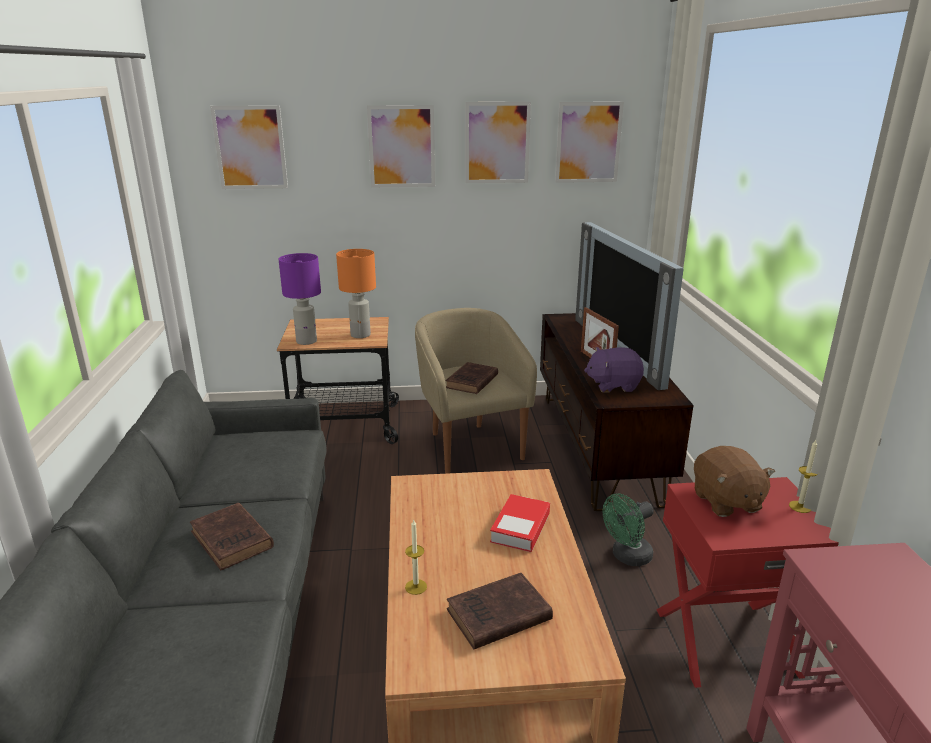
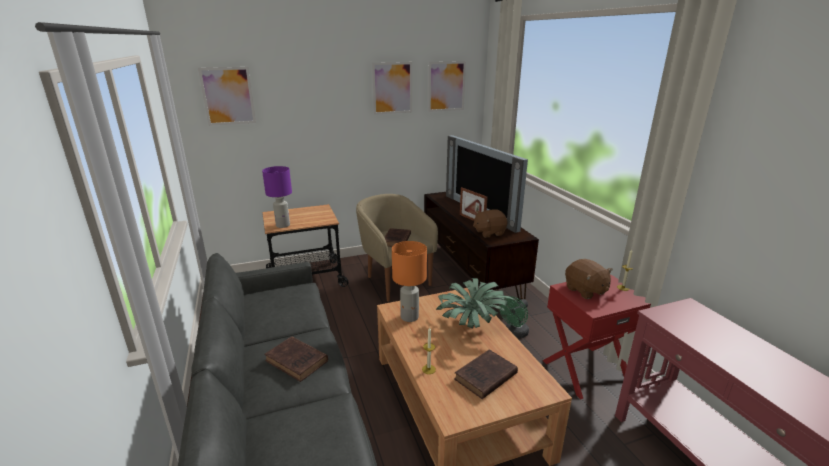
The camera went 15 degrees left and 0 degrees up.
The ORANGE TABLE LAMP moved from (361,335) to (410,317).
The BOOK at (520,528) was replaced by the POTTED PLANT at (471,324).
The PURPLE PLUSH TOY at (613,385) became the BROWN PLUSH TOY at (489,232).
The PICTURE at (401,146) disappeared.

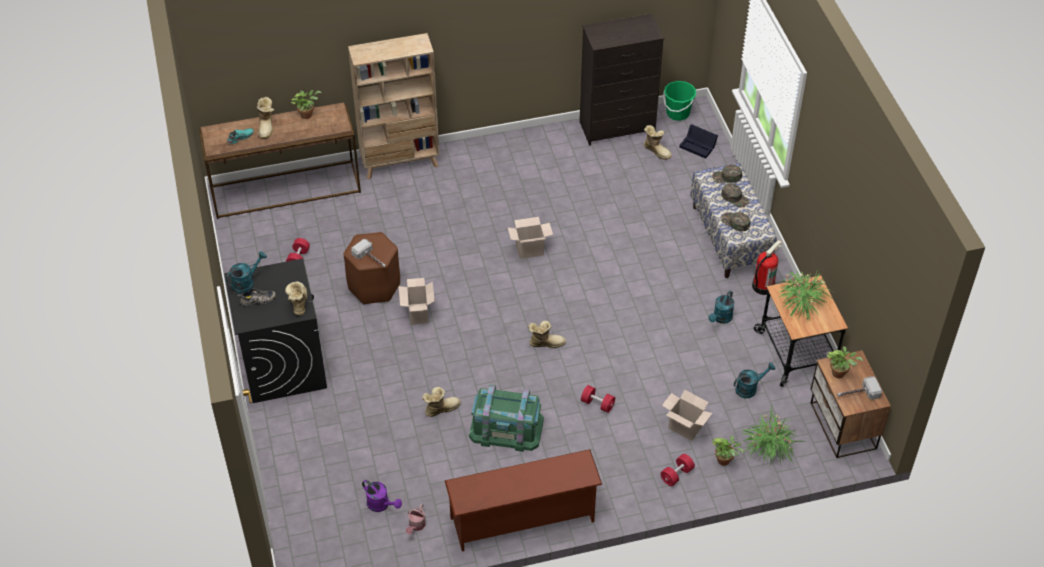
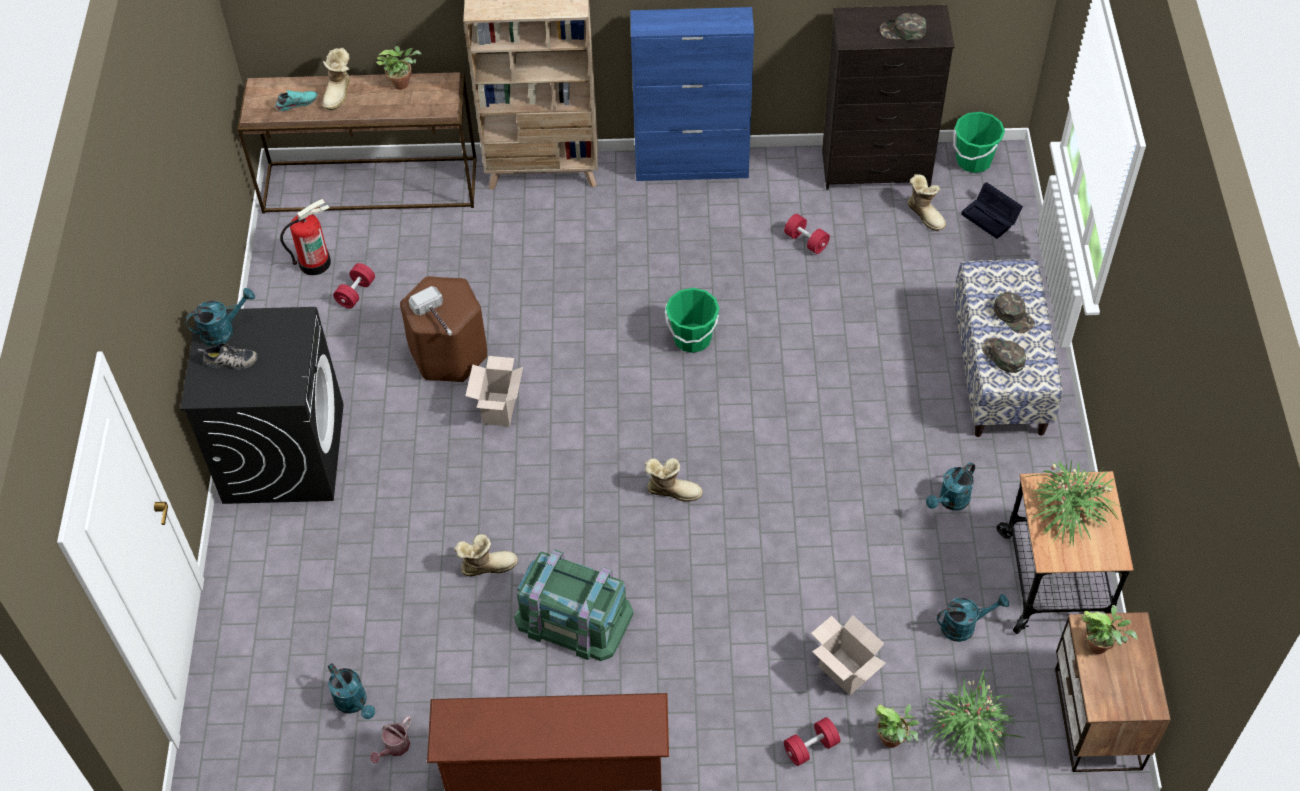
The camera went 15 degrees right and 5 degrees up.
The FIRE EXTINGUISHER moved from (763,286) to (315,262).
The PURPLE WATERING CAN at (381,505) became the TURQUOISE WATERING CAN at (354,703).
The BLUE CABINET at (692,166) appeared.
The CARDBOARD BOX at (530,250) was replaced by the GREEN BUCKET at (692,338).
The RED DUMBBELL moved from (597,404) to (806,241).
The GREEN CAP moved from (727,177) to (902,31).
The BOOT at (298,304) disappeared.
The HAMMER at (857,394) disappeared.

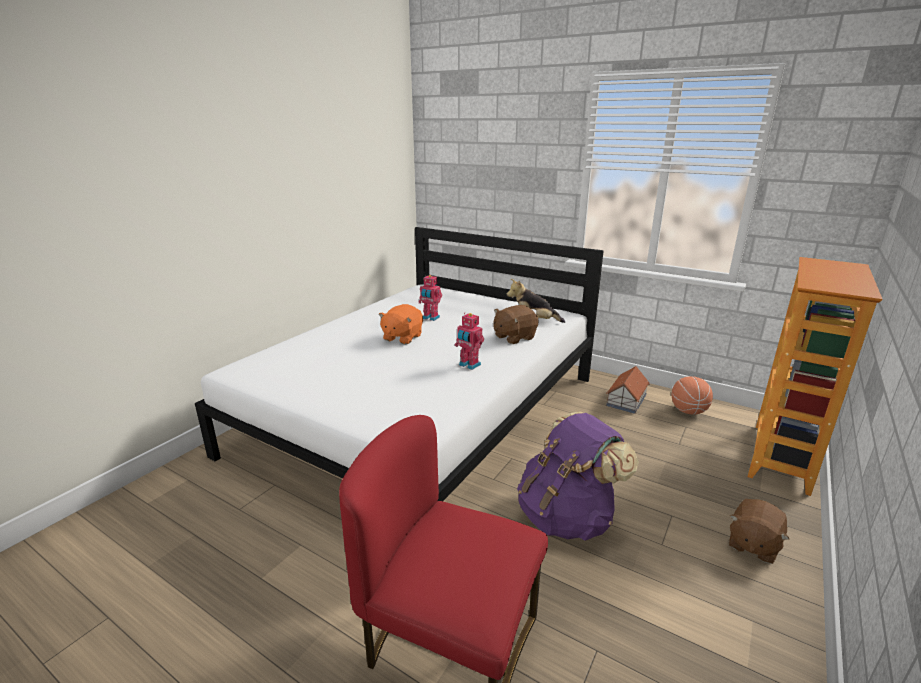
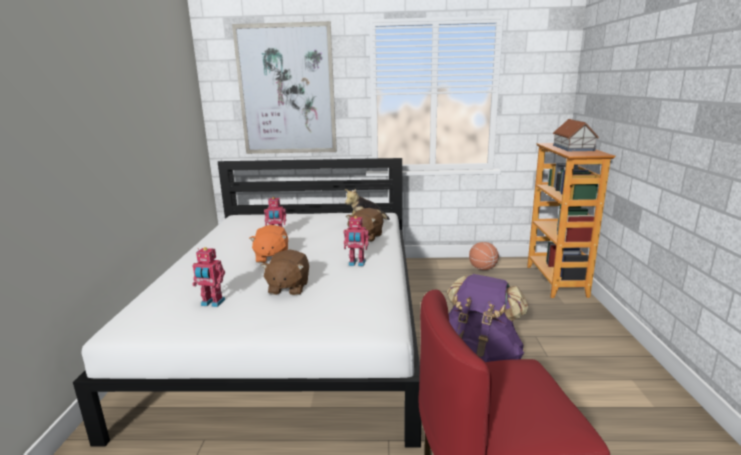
The camera went 30 degrees left and 5 degrees down.
The TOY ROBOT at (212,303) appeared.
The PICTURE at (287,90) appeared.
The BROWN PLUSH TOY moved from (752,544) to (288,288).
The TOY HOUSE moved from (627,400) to (573,148).

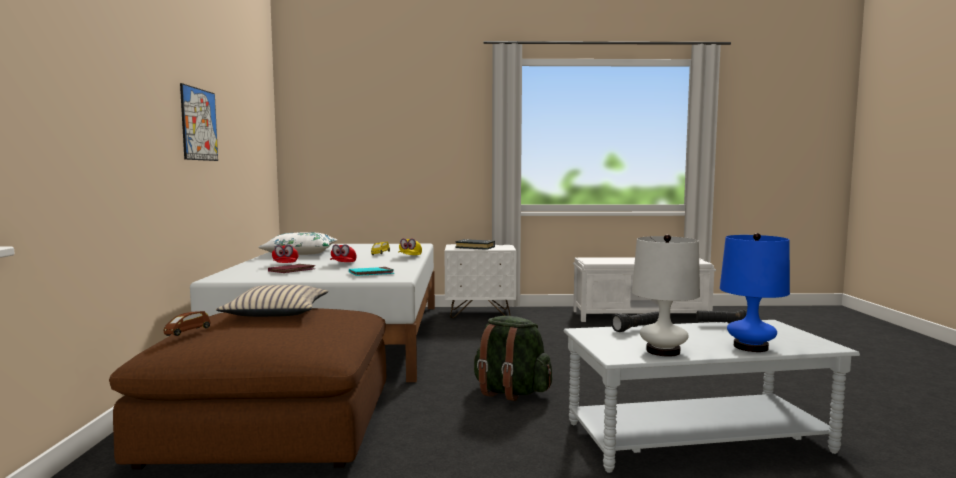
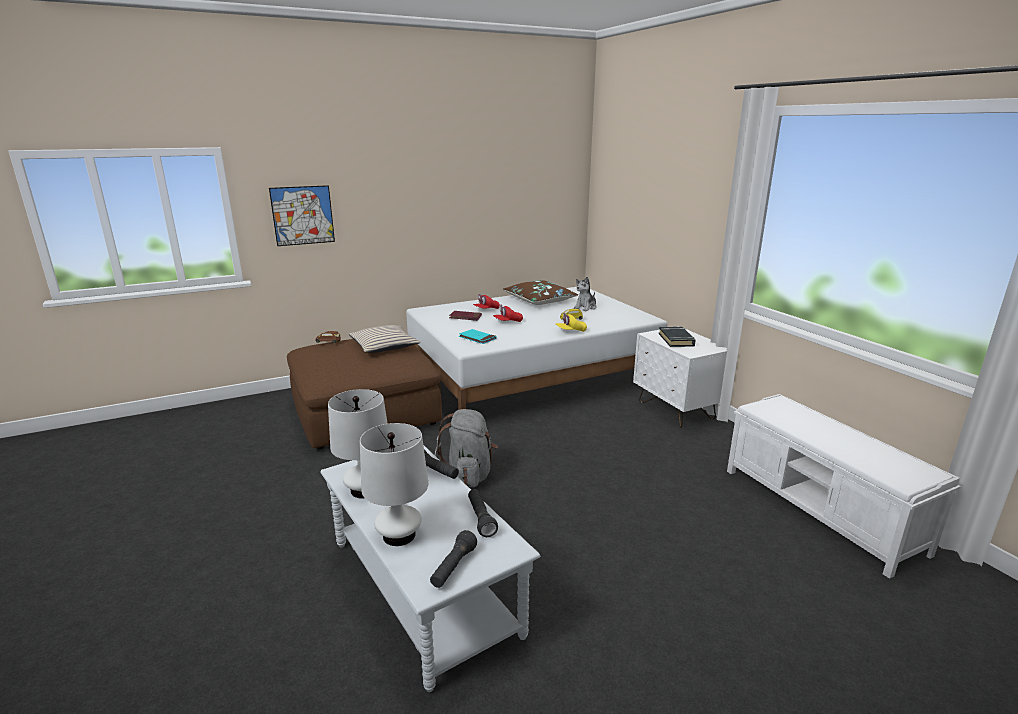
The camera went 65 degrees right and 15 degrees up.
The PICTURE moved from (199,124) to (302,215).
The BLUE TABLE LAMP at (750,347) became the WHITE TABLE LAMP at (399,535).
The BLACK FLASHLIGHT at (453,568) appeared.
The GREEN BACKPACK at (510,392) became the GREY BACKPACK at (468,475).
The WHITE PILLOW at (300,253) became the BROWN PILLOW at (539,300).
The PLUSH TOY at (585,307) appeared.

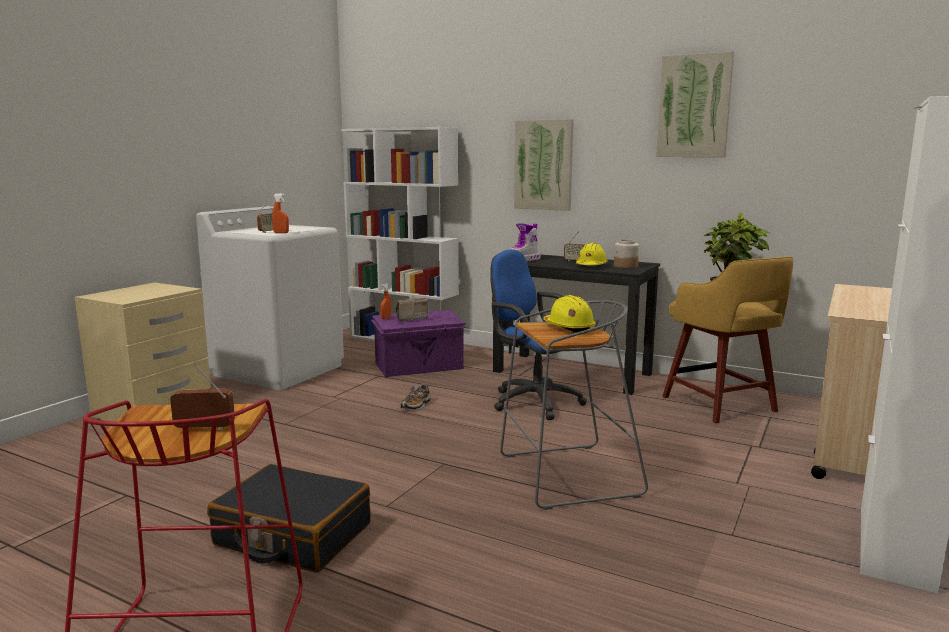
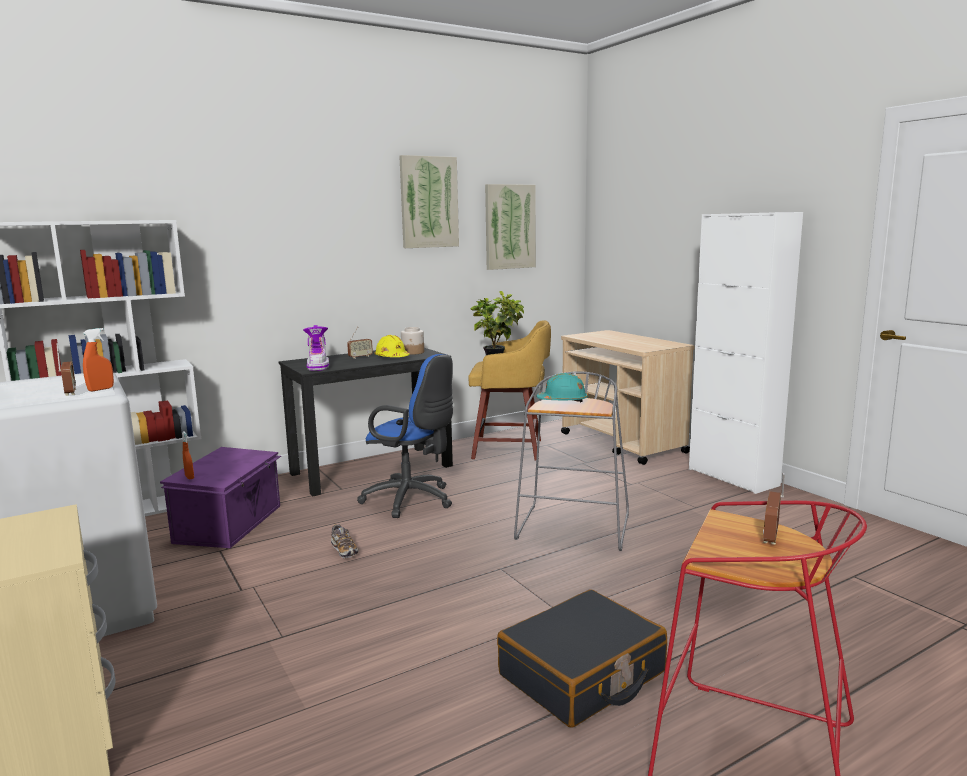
The camera went 60 degrees left and 0 degrees up.
The BLUE OFFICE CHAIR at (532,401) turned 135 degrees counterclockwise.
The PICTURE moved from (543,165) to (509,227).
The YELLOW HARD HAT at (569,327) became the TURQUOISE HARD HAT at (563,401).
The RADIO at (410,319) disappeared.

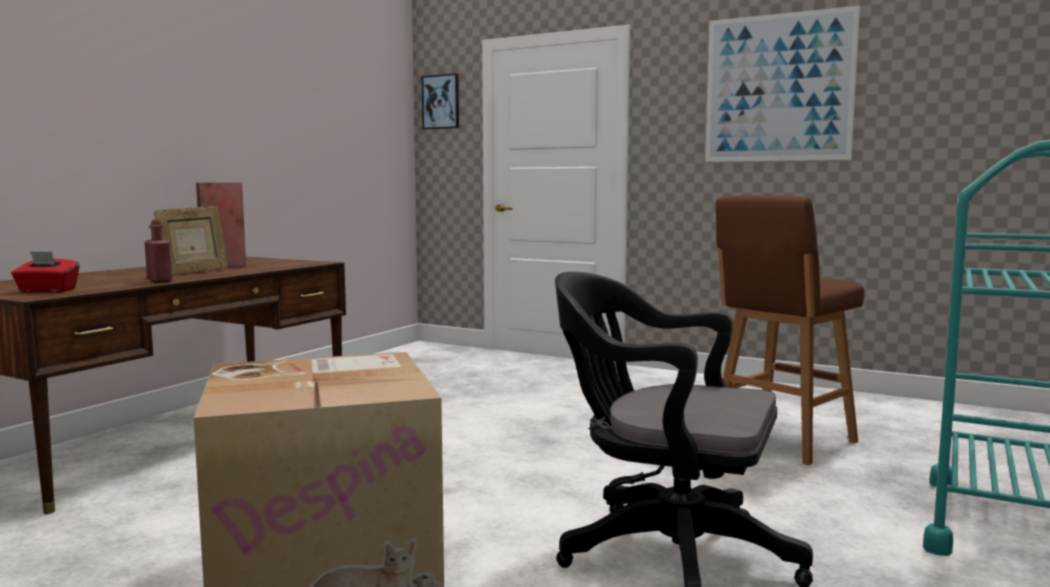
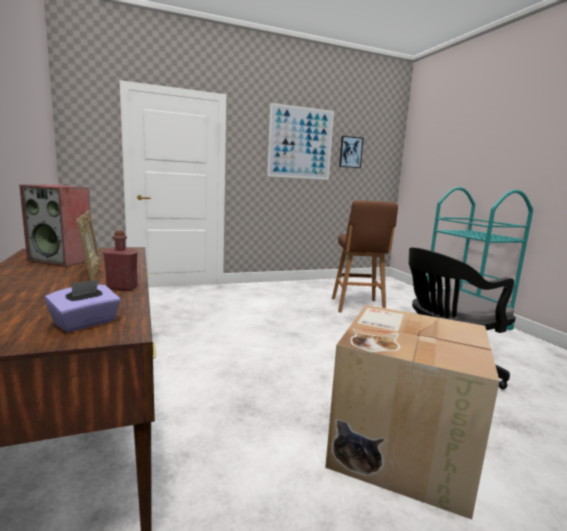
The camera went 50 degrees left and 5 degrees up.
The RED TISSUE BOX at (47,291) became the PURPLE TISSUE BOX at (86,323).
The PICTURE moved from (441,102) to (350,152).

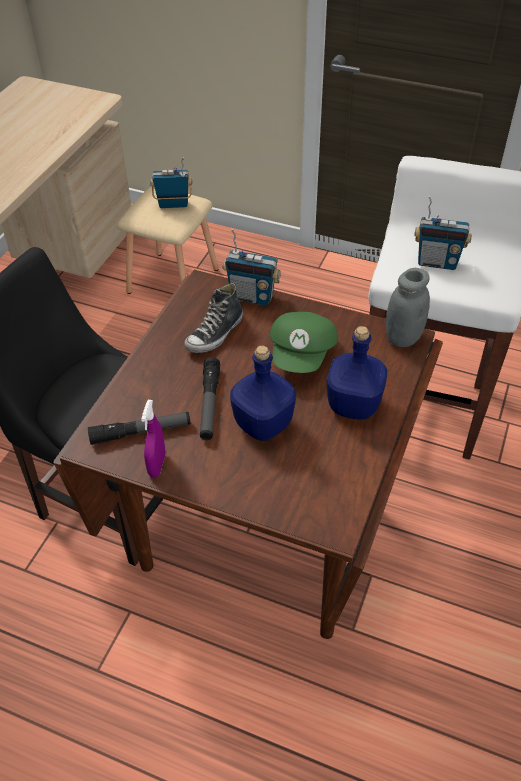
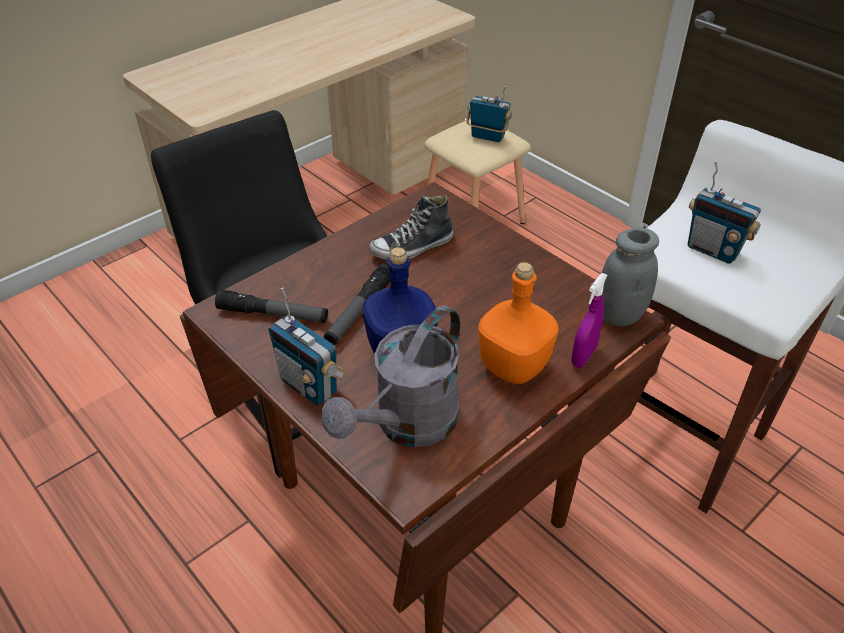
The camera went 25 degrees right and 5 degrees down.
The RADIO moved from (252,297) to (309,385).
The GREY WATERING CAN at (407,426) appeared.
The BLUE BOTTLE at (353,404) became the ORANGE BOTTLE at (514,365).
The PURPLE SPRAY BOTTLE moved from (157,465) to (583,356).
The GREEN CAP at (303,354) disappeared.

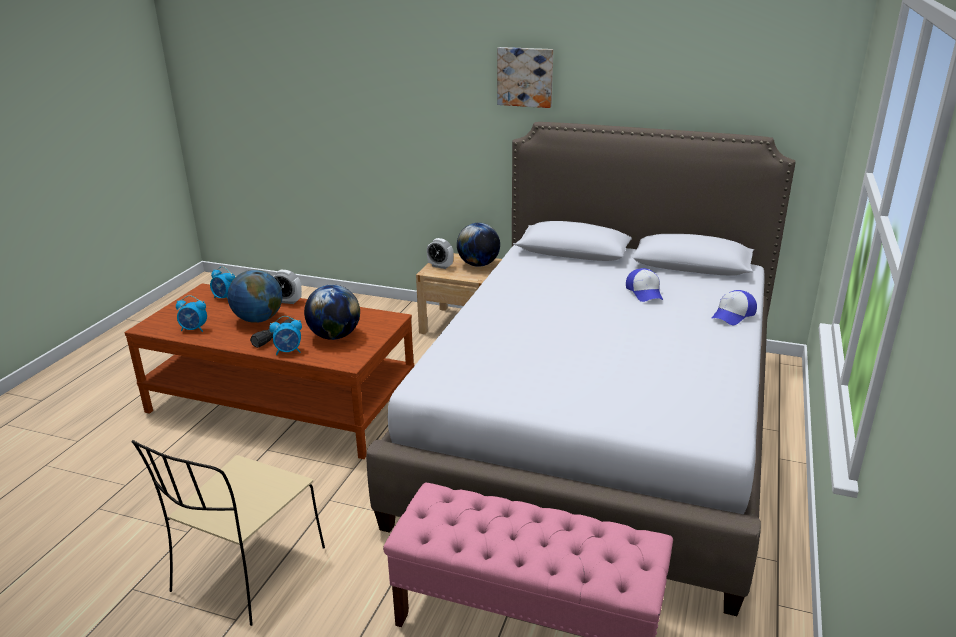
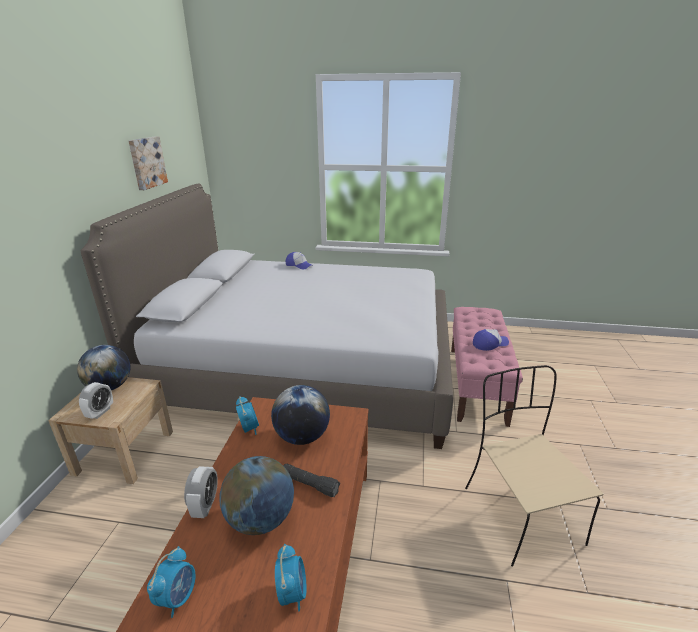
The camera went 100 degrees left and 0 degrees up.
The PICTURE moved from (525,77) to (146,162).
The ALARM CLOCK moved from (289,351) to (249,428).
The BEIGE CHAIR at (247,572) turned 120 degrees counterclockwise.
The CAP moved from (645,292) to (489,344).

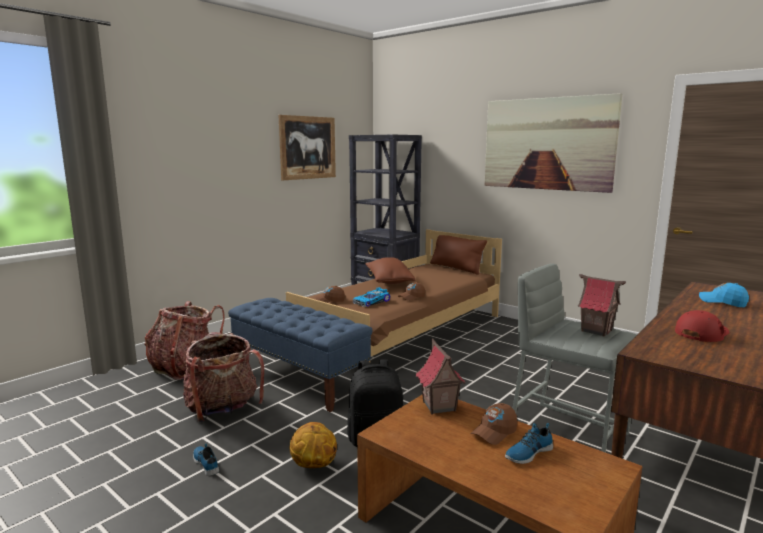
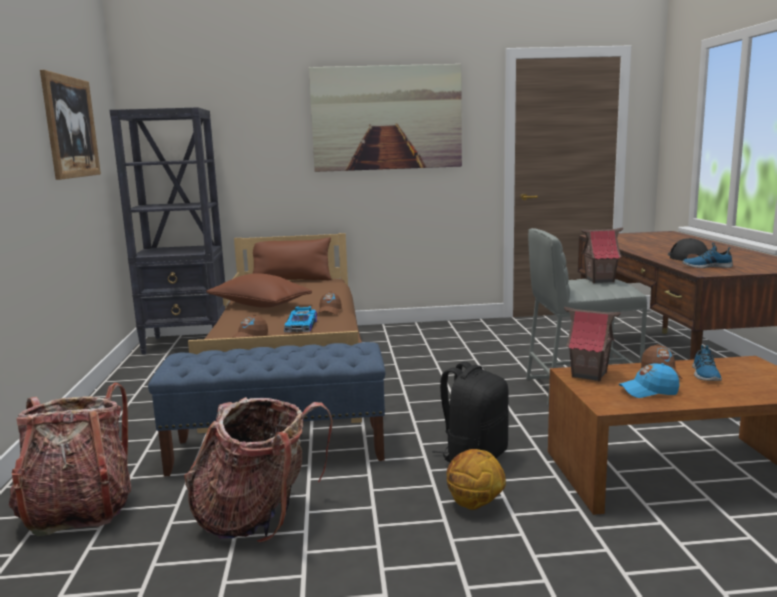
The camera went 45 degrees left and 0 degrees up.
The BLUE CAP moved from (722,302) to (648,391).
The RED CAP at (702,332) became the BLACK CAP at (686,257).
The SHOE moved from (207,463) to (706,266).

